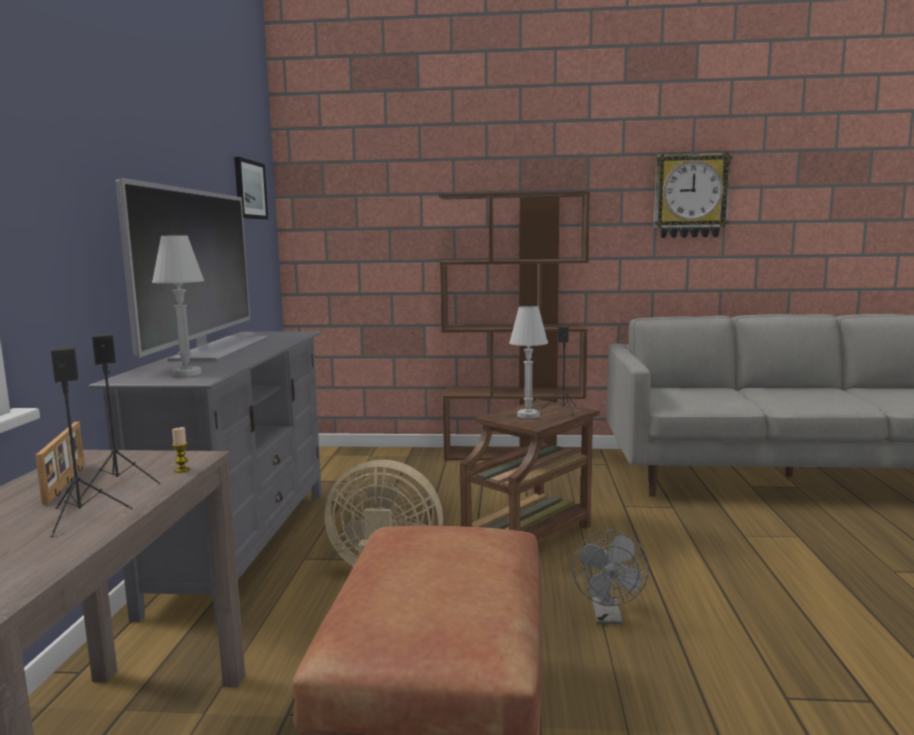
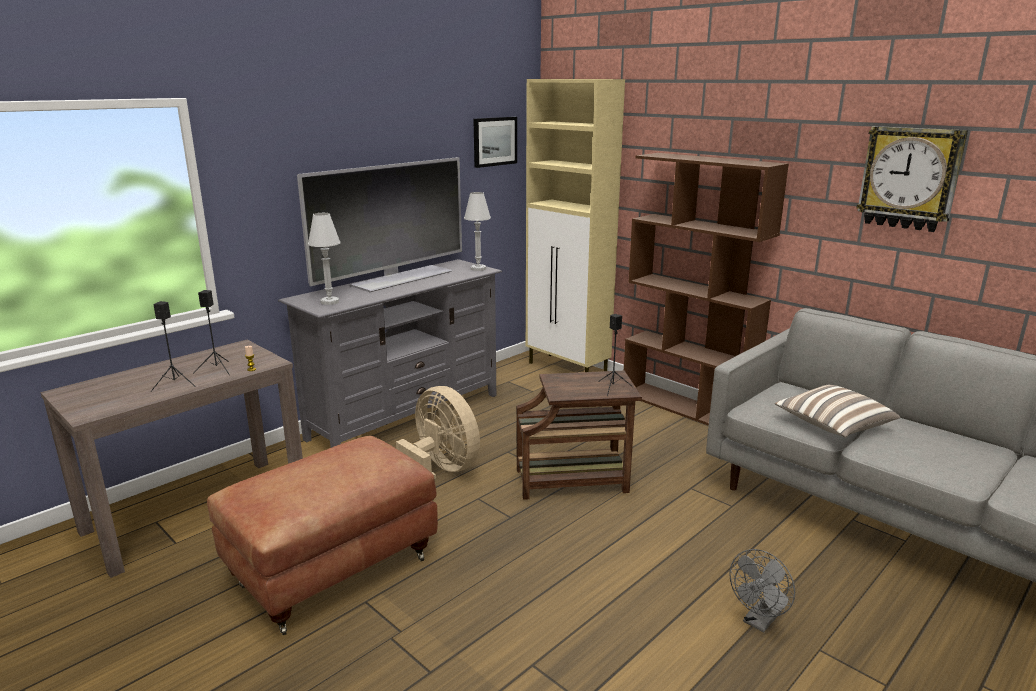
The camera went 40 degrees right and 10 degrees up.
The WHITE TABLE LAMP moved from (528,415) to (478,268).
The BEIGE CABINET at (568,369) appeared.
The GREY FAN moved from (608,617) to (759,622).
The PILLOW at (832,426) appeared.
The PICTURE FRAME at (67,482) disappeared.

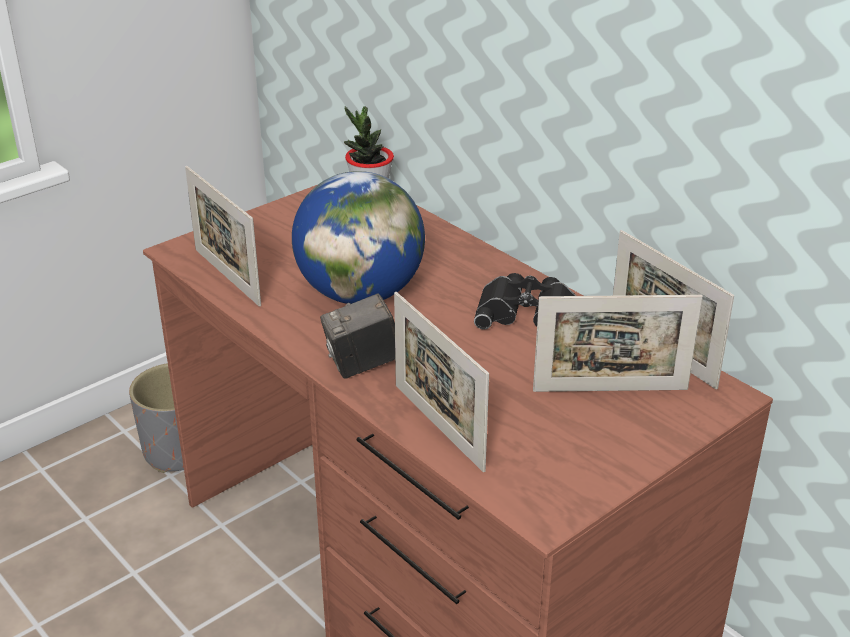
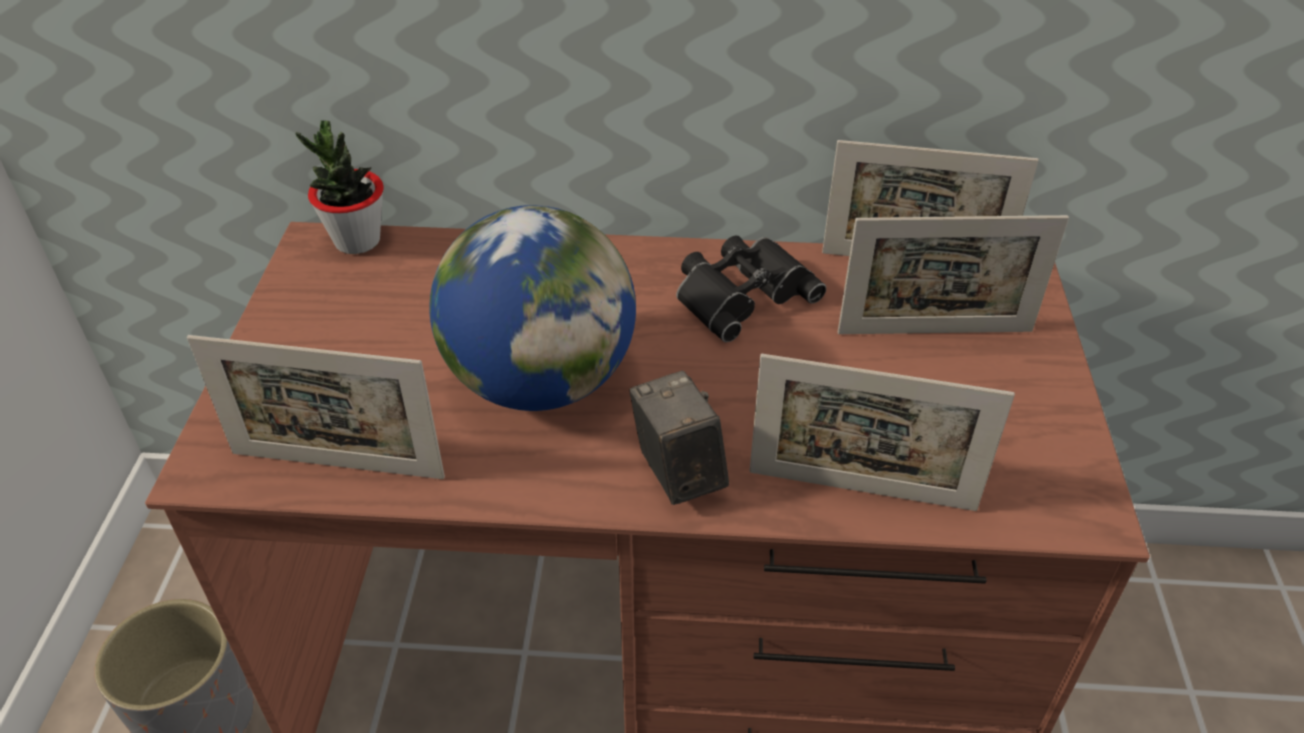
The camera went 45 degrees left and 10 degrees up.
The PHOTO CAMERA at (363,364) turned 135 degrees clockwise.
The PICTURE FRAME at (610,390) turned 45 degrees clockwise.

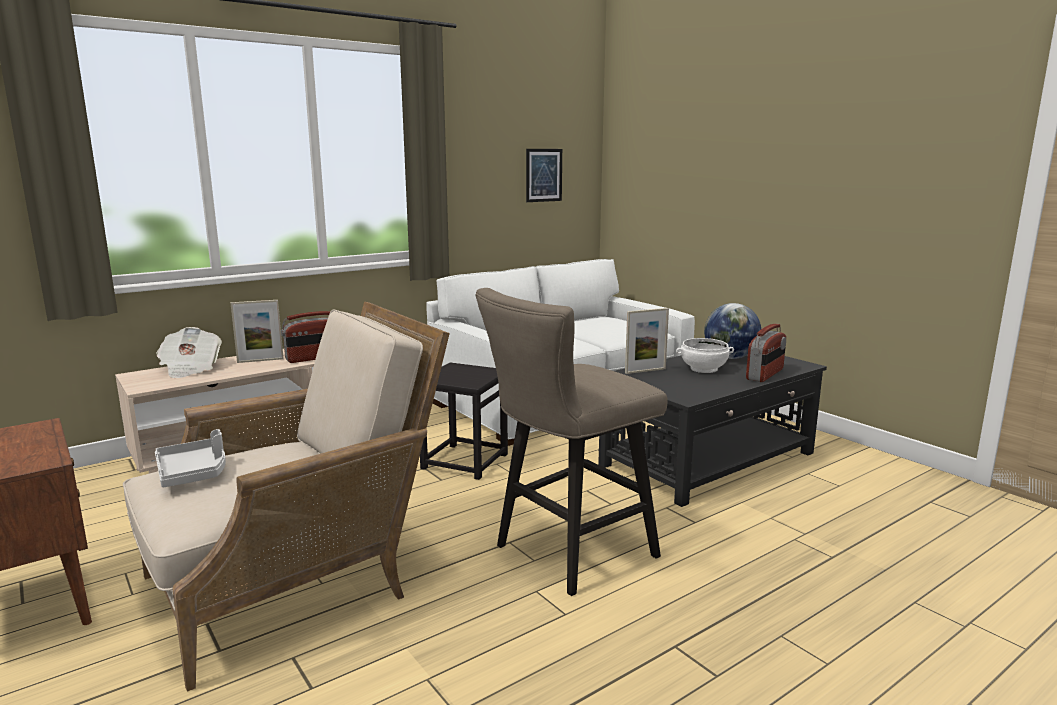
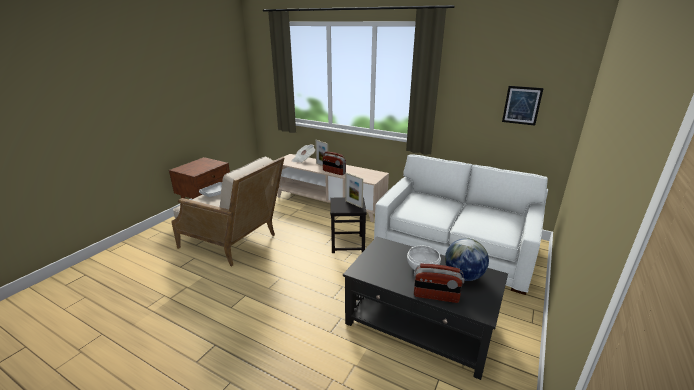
The camera went 65 degrees right and 10 degrees up.
The PICTURE FRAME moved from (645,371) to (353,204).
The BEIGE STOOL at (566,554) disappeared.

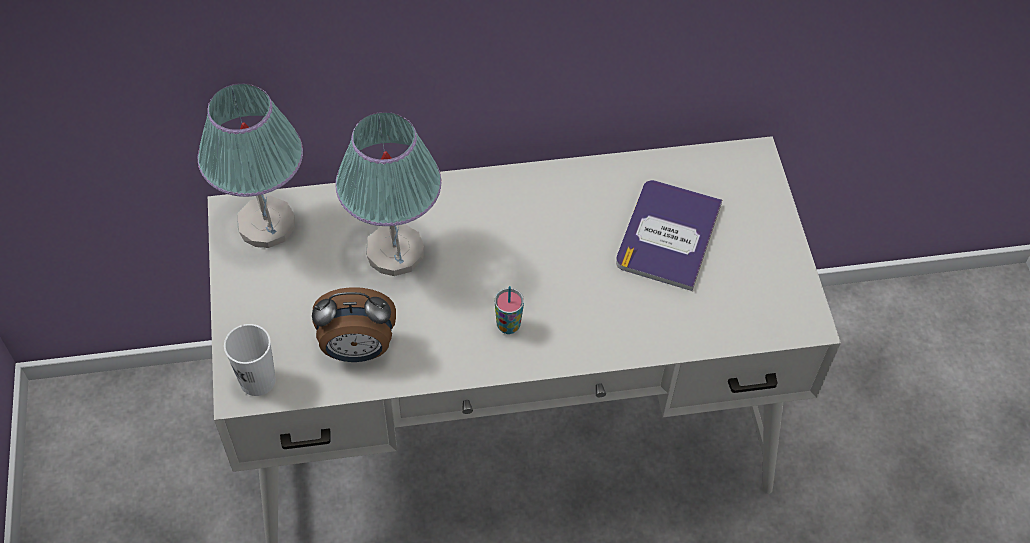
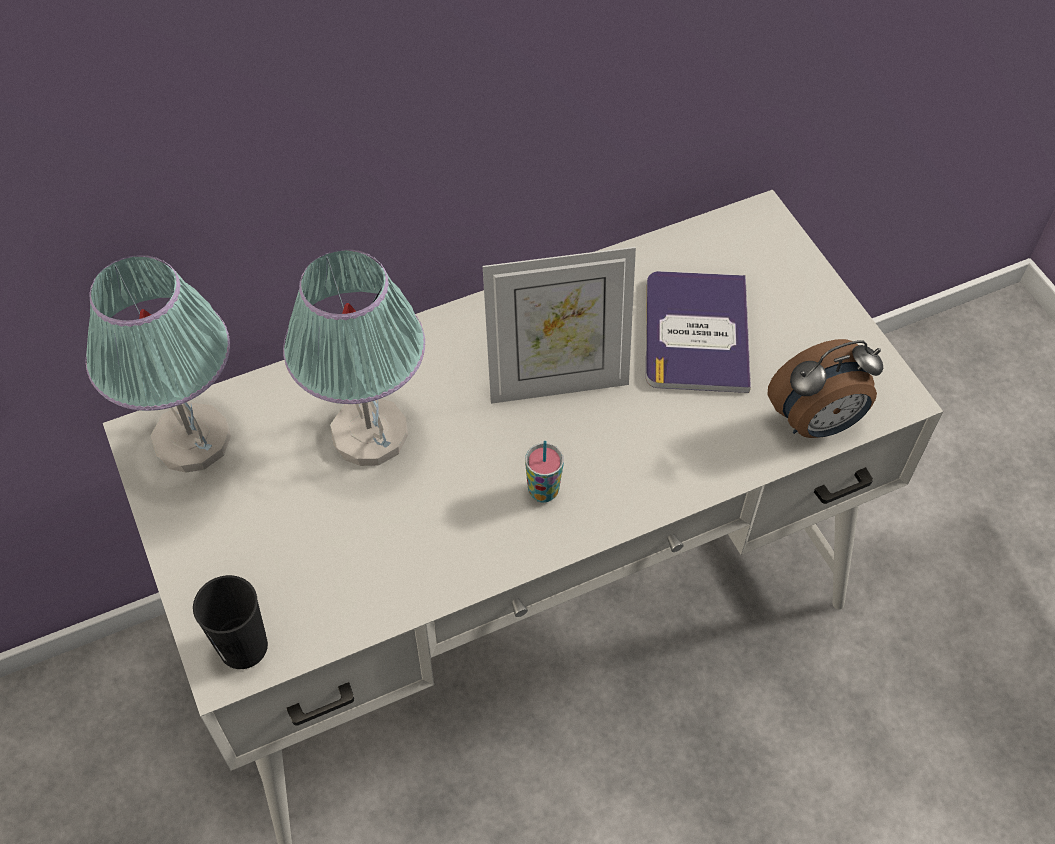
The camera went 15 degrees left and 0 degrees up.
The WHITE CUP at (257,380) became the BLACK CUP at (243,647).
The PICTURE FRAME at (557,382) appeared.
The ALARM CLOCK moved from (357,350) to (816,423).

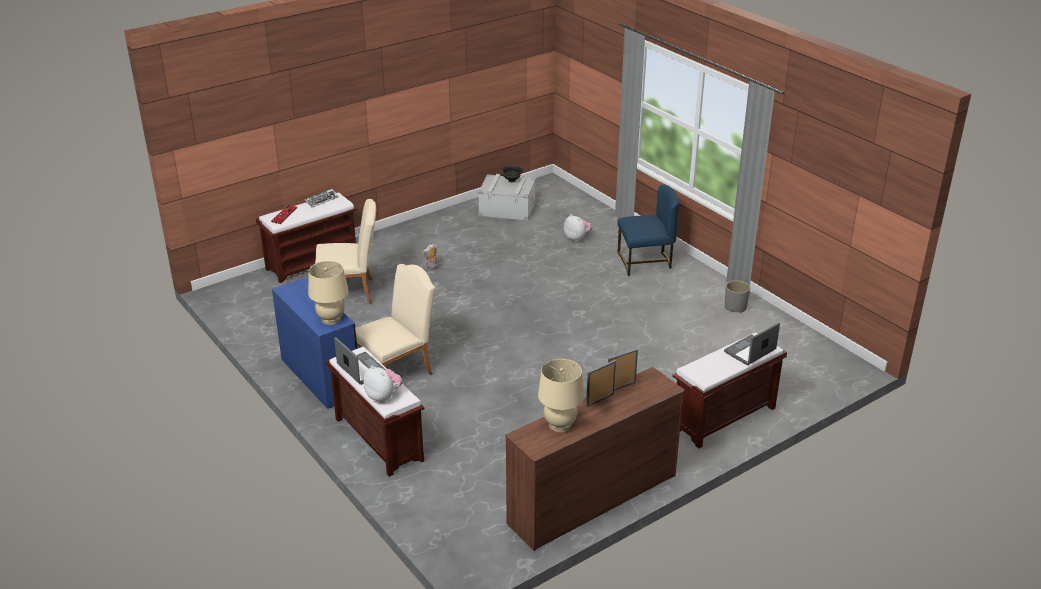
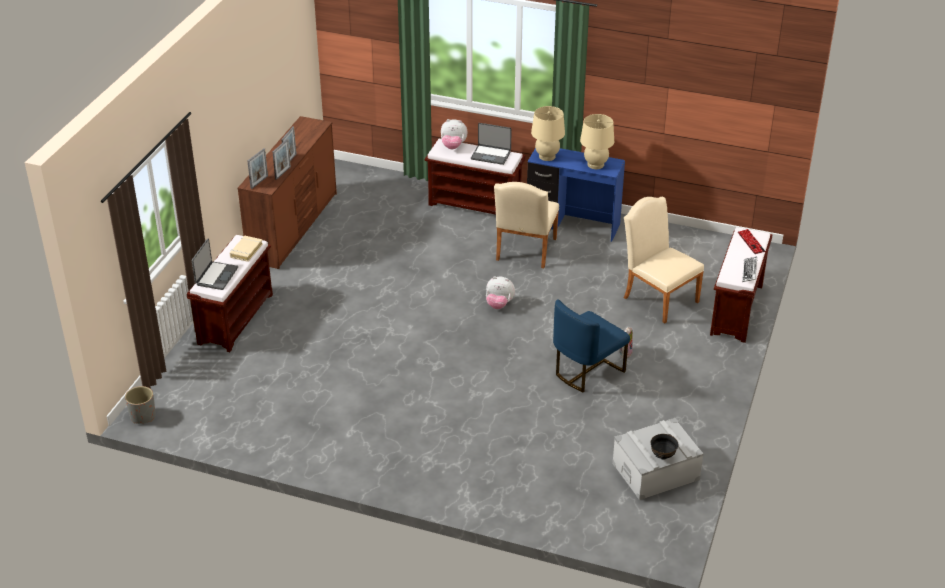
The camera went 145 degrees right and 5 degrees up.
The GREY PLANTER moved from (735,307) to (142,416).
The BEIGE BOOK at (246,251) appeared.
The PICTURE FRAME at (259,182) appeared.
The PLUSH TOY moved from (577,238) to (499,304).
The BLUE CHAIR moved from (645,262) to (587,371).
The BEIGE TABLE LAMP moved from (560,425) to (595,164).
The BEIGE CHAIR at (350,292) turned 90 degrees clockwise.

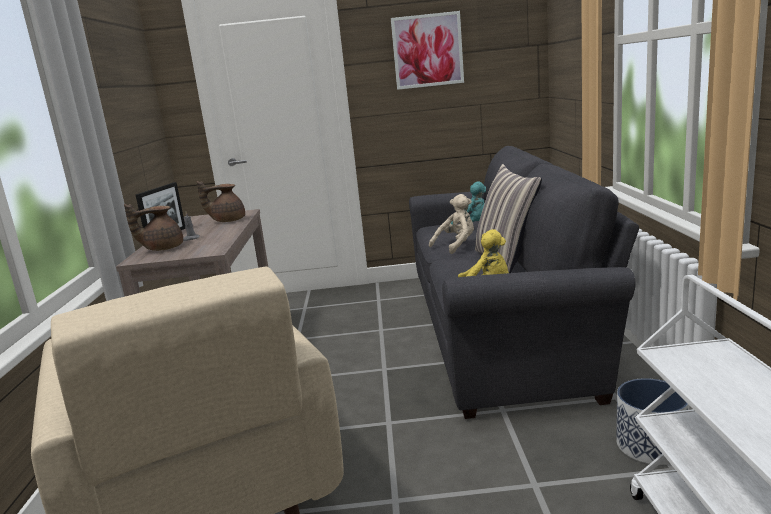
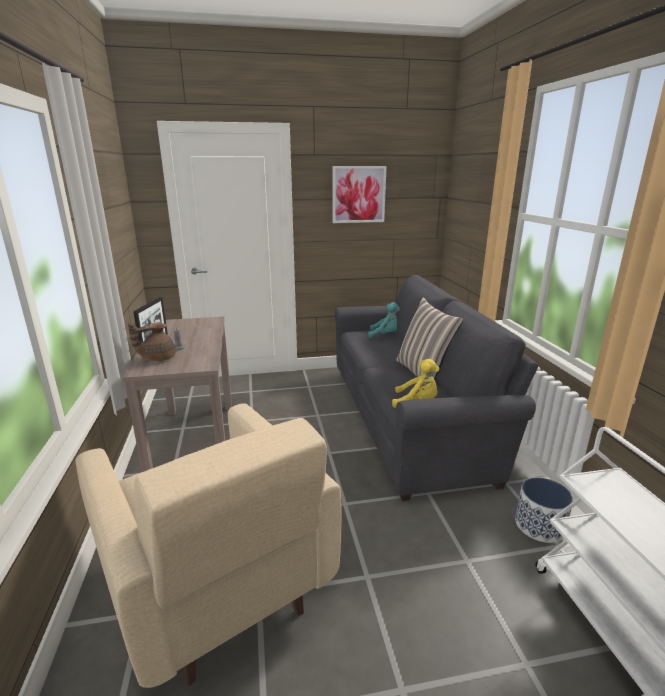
The camera went 10 degrees left and 5 degrees up.
The BROWN TEAPOT at (227,220) disappeared.
The BEIGE PLUSH TOY at (456,245) disappeared.

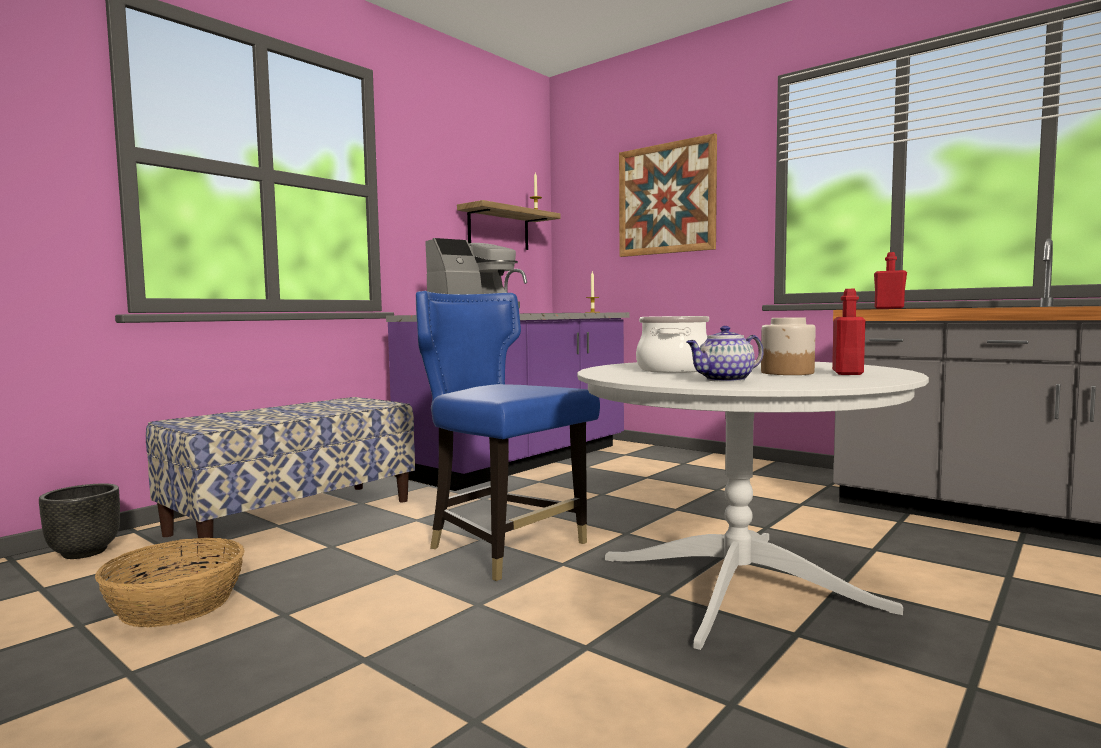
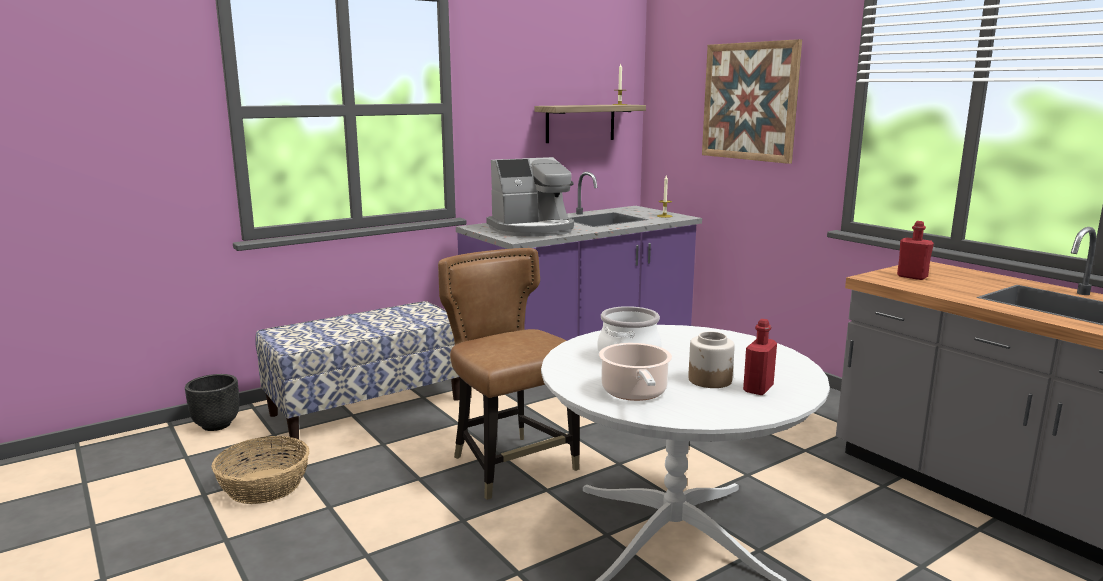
The camera went 15 degrees right and 10 degrees up.
The BLUE CHAIR at (506,548) became the BROWN CHAIR at (512,465).
The TEAPOT at (724,380) was replaced by the COOKING POT at (635,393).

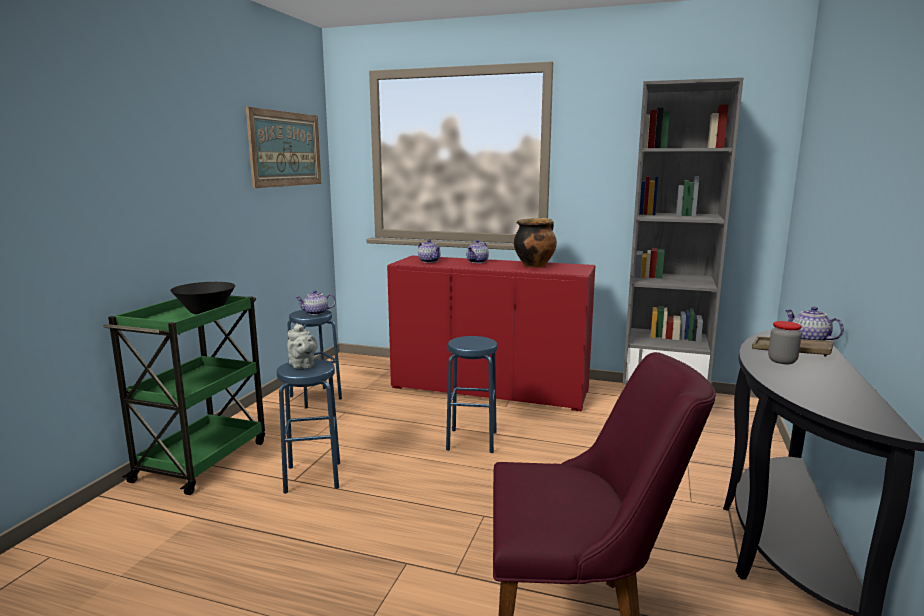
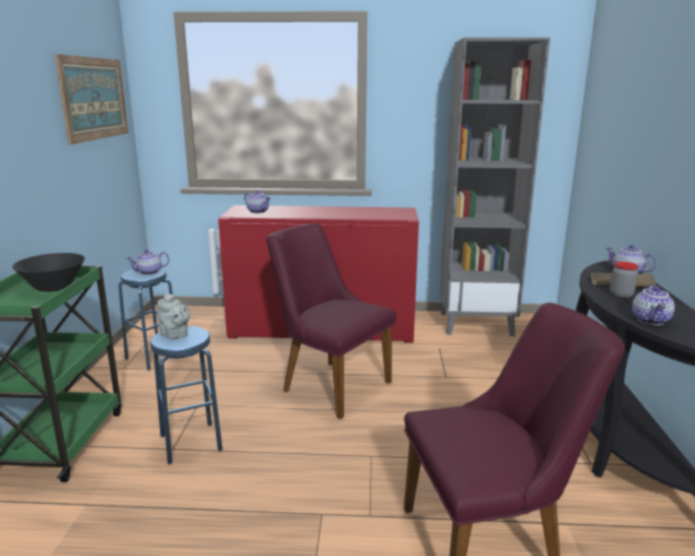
The camera went 15 degrees left and 5 degrees up.
The BLUE STOOL at (472,440) was replaced by the PURPLE CHAIR at (328,384).
The TEAPOT moved from (477,262) to (651,320).
The COOKING POT at (534,265) disappeared.

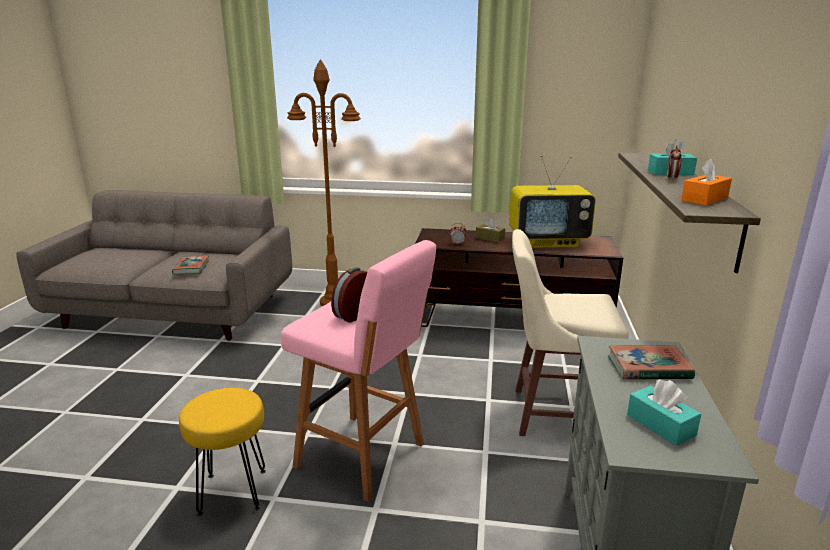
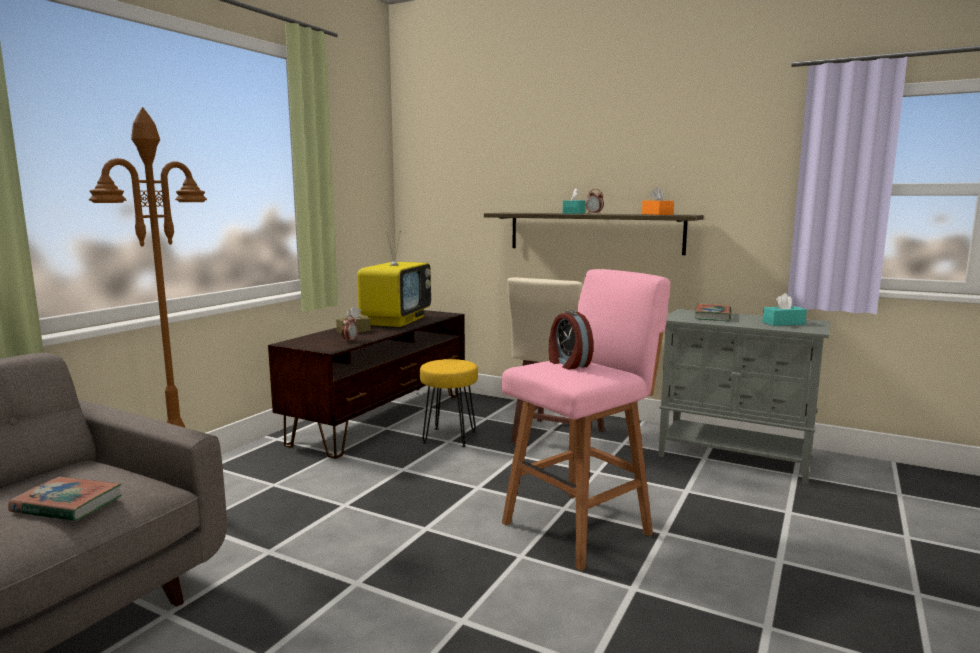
The camera went 70 degrees left and 10 degrees down.
The YELLOW STOOL moved from (234,491) to (449,437).

